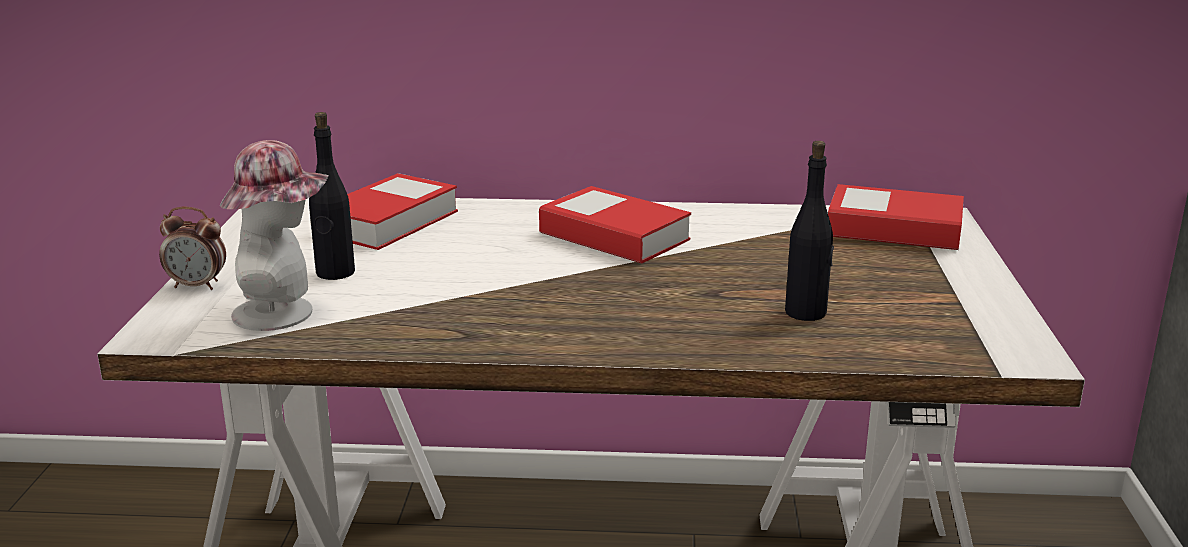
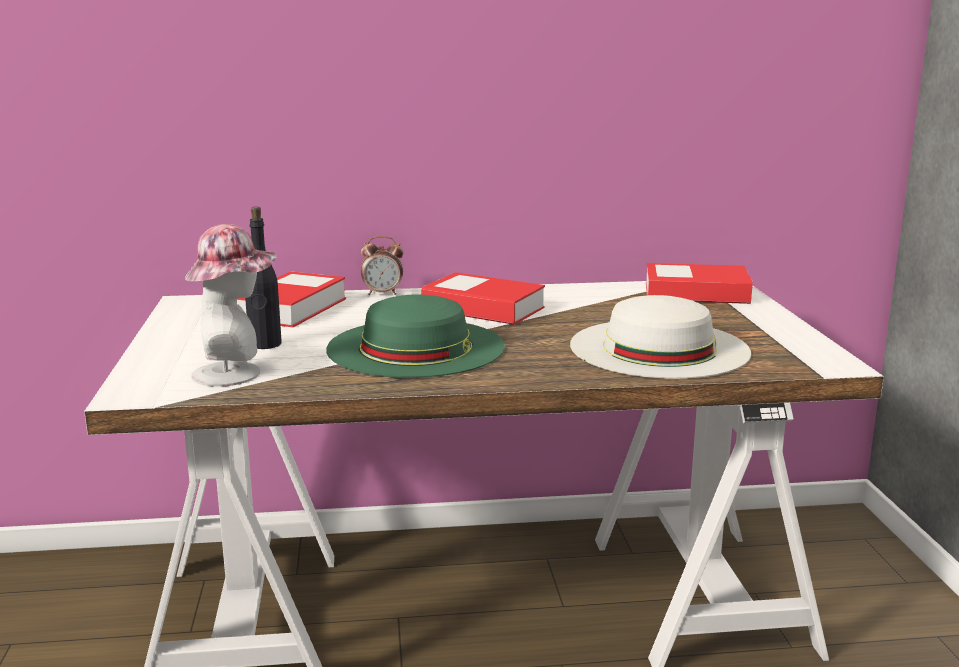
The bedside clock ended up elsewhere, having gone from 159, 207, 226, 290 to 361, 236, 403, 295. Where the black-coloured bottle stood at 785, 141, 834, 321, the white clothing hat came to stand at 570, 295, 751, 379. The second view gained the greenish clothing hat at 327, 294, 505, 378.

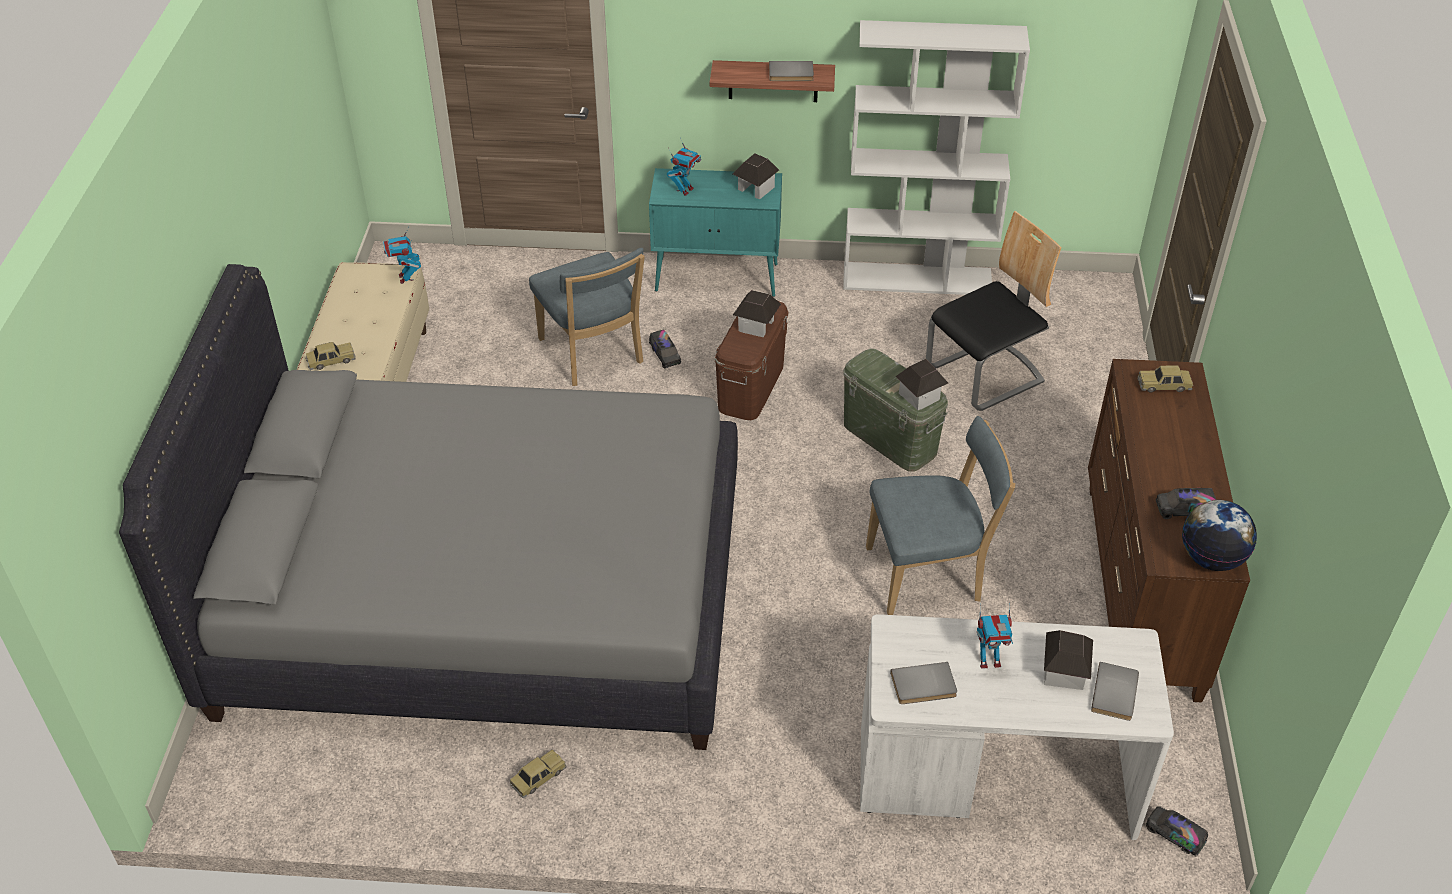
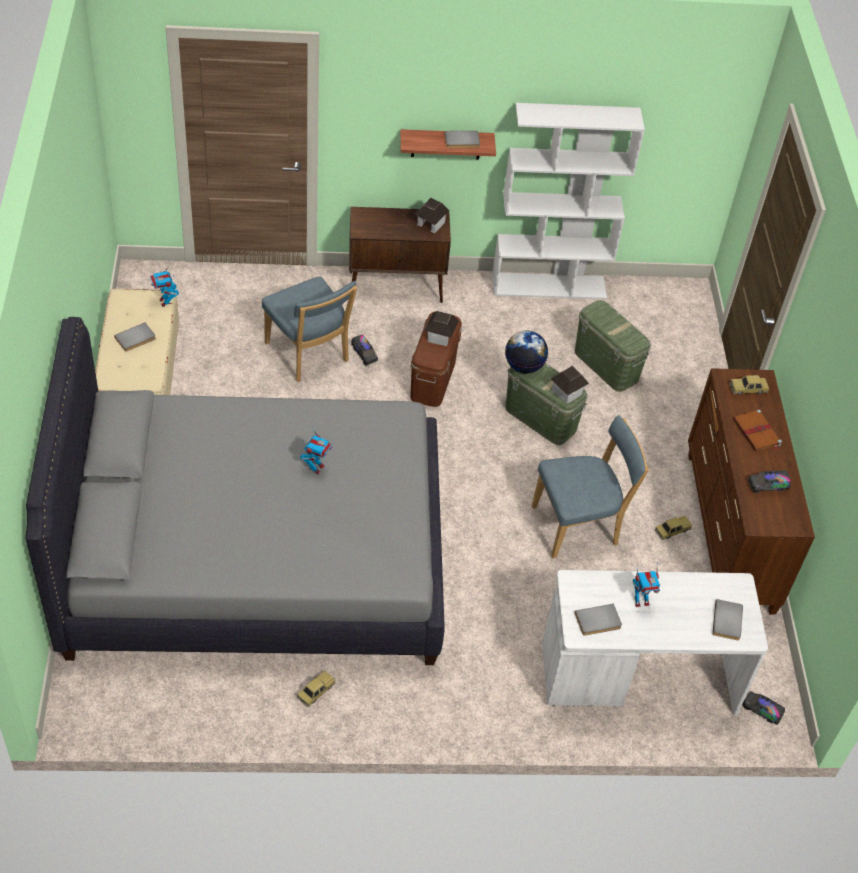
The miniature car ended up elsewhere, having gone from 305, 342, 356, 370 to 655, 516, 692, 540. What was the blue-green cabinet at 649, 168, 782, 297 turned into the brown-coloured cabinet at 349, 207, 451, 303. The robot figure ended up elsewhere, having gone from 667, 138, 701, 196 to 300, 427, 332, 475. Where the upright chair stood at 926, 211, 1062, 411, the greenish storage container came to stand at 575, 300, 651, 392. The second view lost the model house at 1044, 630, 1093, 690. The desk globe ended up elsewhere, having gone from 1182, 500, 1257, 571 to 505, 331, 548, 373. The second view gained the grey volume at 114, 322, 156, 352. The second view gained the brown-coloured volume at 733, 410, 782, 452.

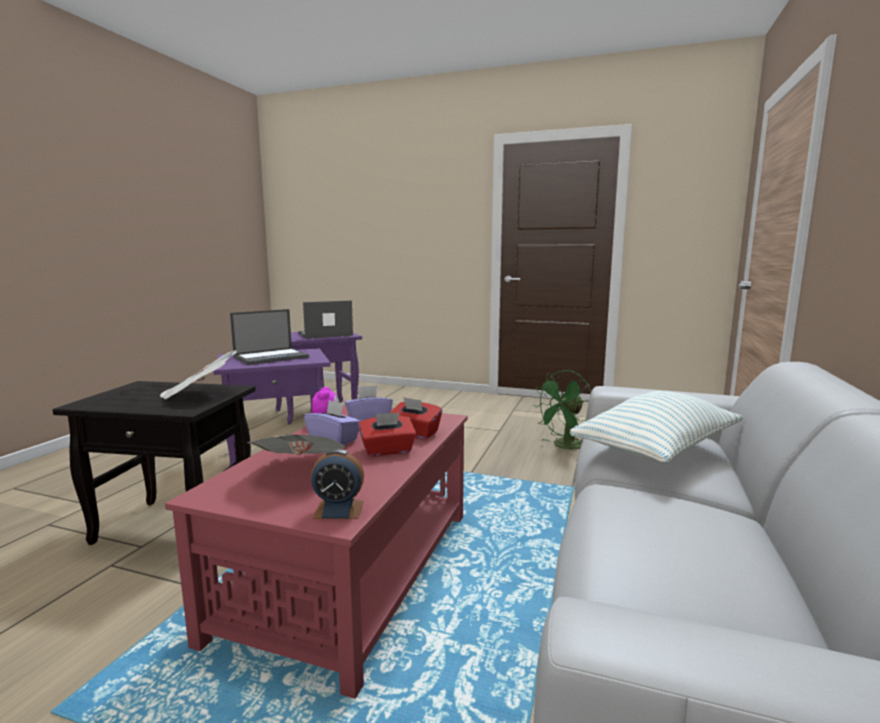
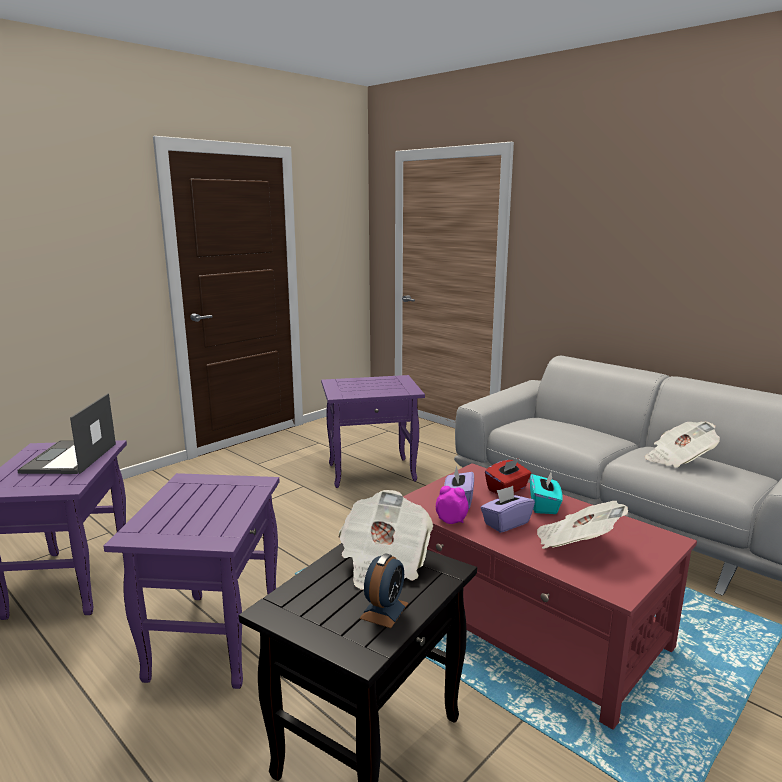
The second view lost the portable computer at 230, 309, 309, 365. The bedside clock ended up elsewhere, having gone from 311, 449, 364, 519 to 360, 553, 409, 628. What was the reddish tissue holder at 358, 412, 416, 457 turned into the blue-green tissue holder at 530, 473, 563, 514. Where the greenish fan stood at 533, 370, 591, 450, the purplish end table came to stand at 321, 375, 425, 488. The second view lost the throw pillow at 570, 391, 744, 463. The second view gained the printed paper at 645, 422, 720, 467.

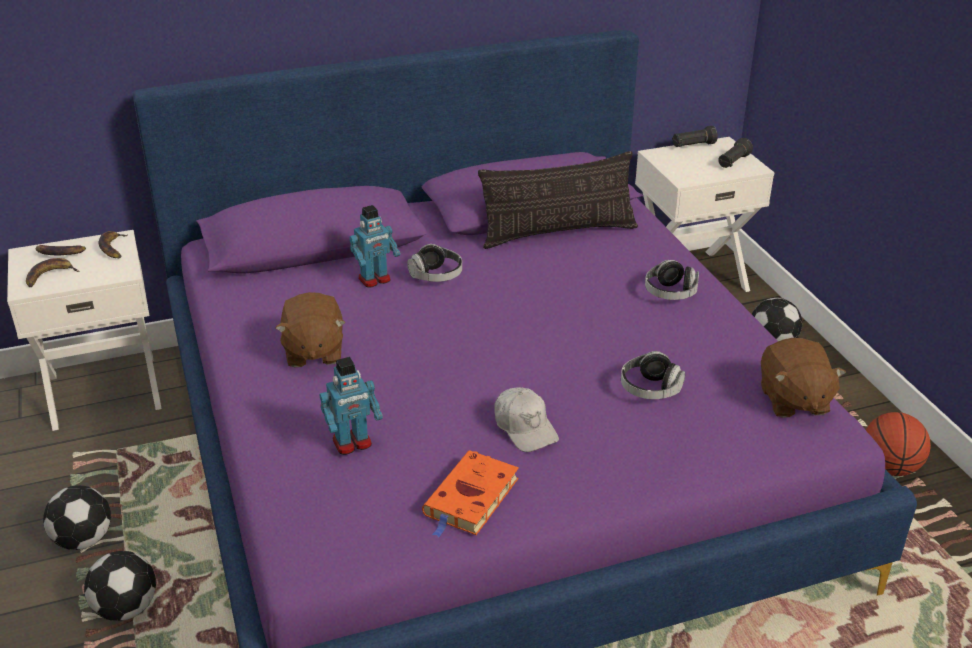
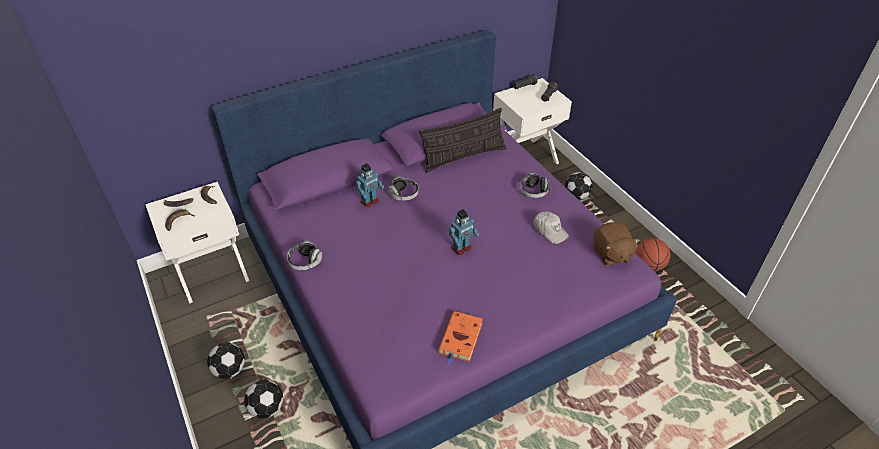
The second view lost the brown-coloured cuddly toy at 275, 292, 345, 367. The robot figure ended up elsewhere, having gone from 320, 357, 383, 455 to 449, 209, 480, 255. The white baseball cap ended up elsewhere, having gone from 495, 387, 559, 452 to 534, 212, 569, 244. The headset ended up elsewhere, having gone from 621, 351, 685, 399 to 287, 241, 322, 270.

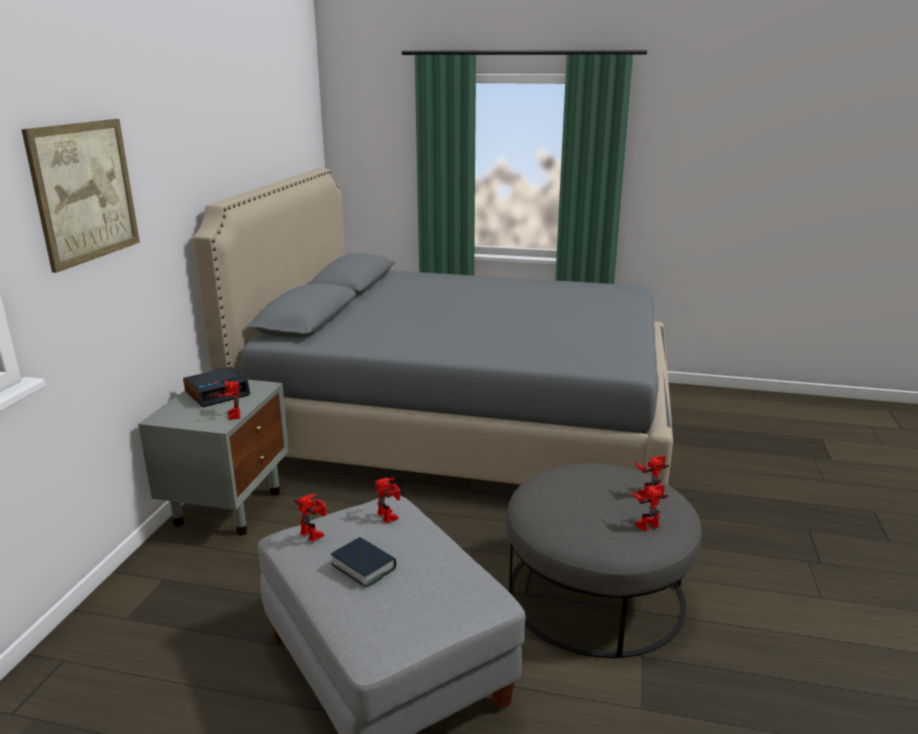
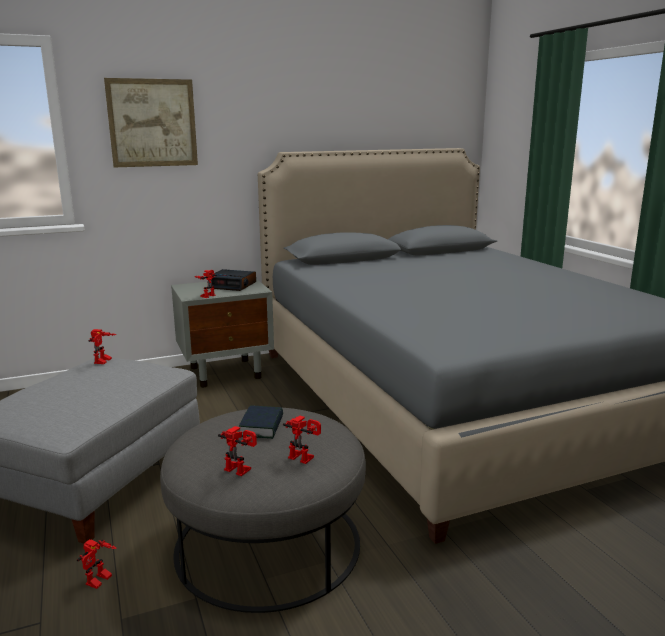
The volume ended up elsewhere, having gone from 331, 537, 396, 588 to 239, 405, 283, 439. The robot figure ended up elsewhere, having gone from 374, 477, 400, 523 to 77, 539, 117, 589.

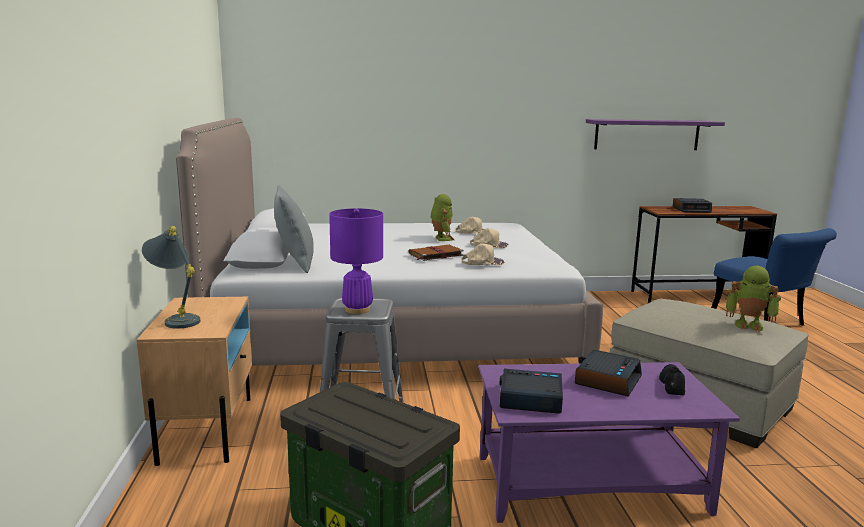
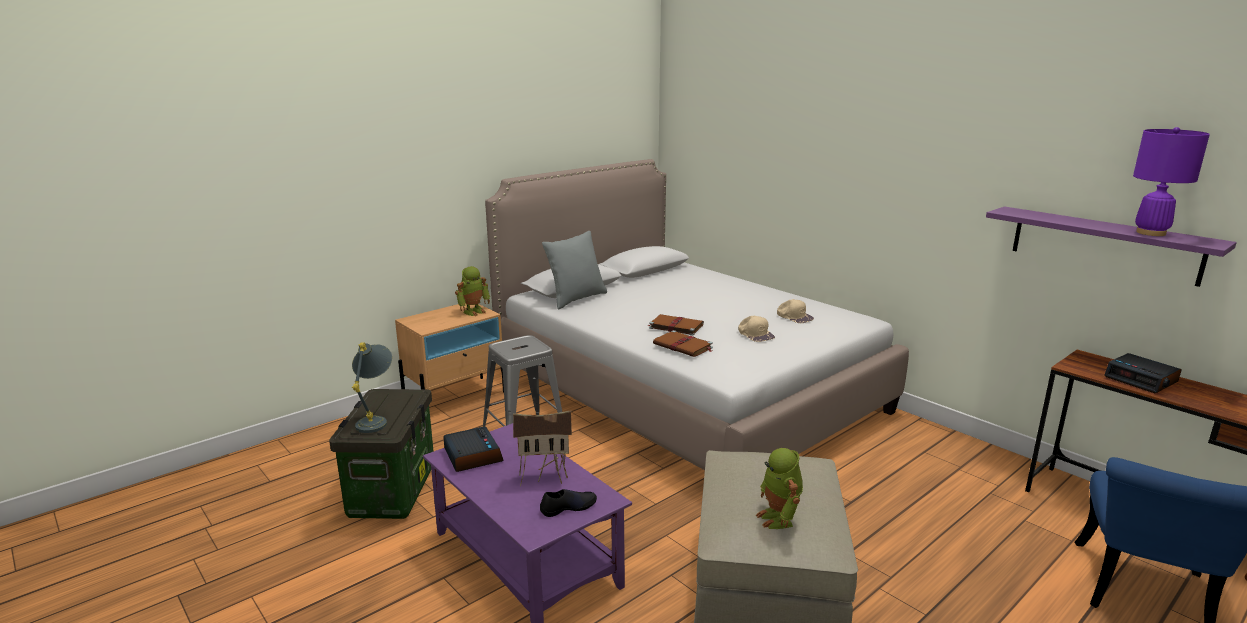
The grey tabletop lamp ended up elsewhere, having gone from 142, 226, 200, 329 to 352, 342, 392, 433. The purplish tabletop lamp ended up elsewhere, having gone from 329, 208, 383, 314 to 1133, 127, 1210, 236. The robot figure ended up elsewhere, having gone from 430, 194, 454, 241 to 455, 266, 490, 316. Where the sand-coloured baseball cap stood at 462, 243, 504, 265, the brown-coloured volume came to stand at 653, 330, 713, 357. Where the bedside clock stood at 575, 350, 642, 396, the model house came to stand at 513, 410, 572, 486.

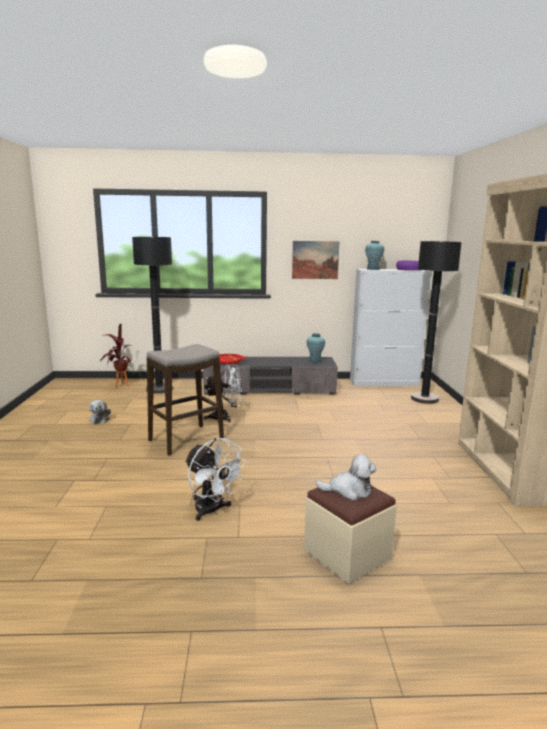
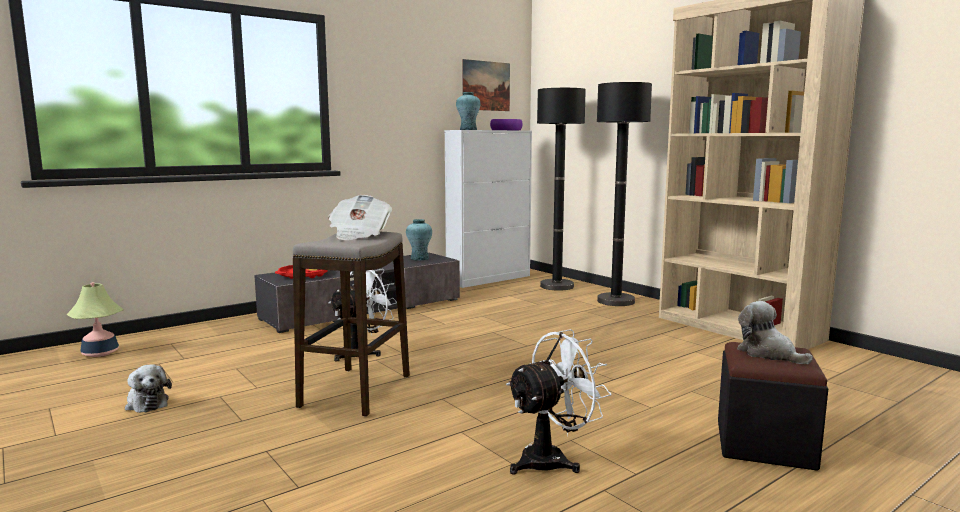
Where the houseplant stood at 99, 324, 133, 387, the tabletop lamp came to stand at 67, 283, 124, 357. The black-coloured standard lamp ended up elsewhere, having gone from 132, 237, 173, 394 to 597, 82, 652, 306. The white fan at 185, 438, 247, 521 ended up facing another way, 45 degrees counterclockwise from before. The wall picture ended up elsewhere, having gone from 292, 241, 340, 279 to 462, 59, 510, 111. What was the sand-coloured ottoman at 304, 486, 397, 584 turned into the black-coloured ottoman at 718, 342, 828, 471. The cuddly toy at 316, 454, 376, 500 ended up facing another way, 90 degrees counterclockwise from before. The second view gained the printed paper at 328, 195, 392, 240.

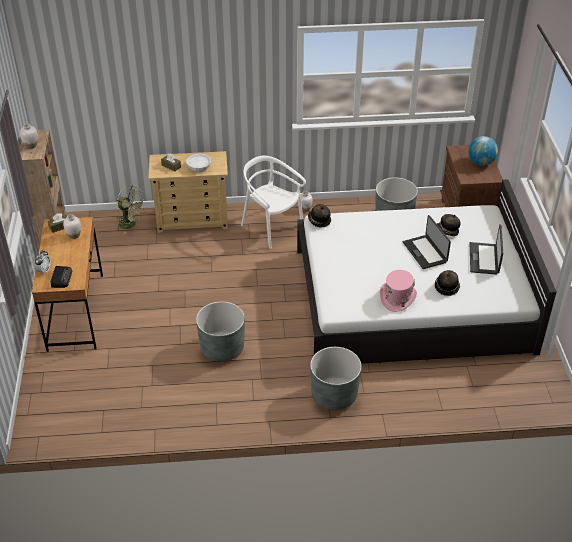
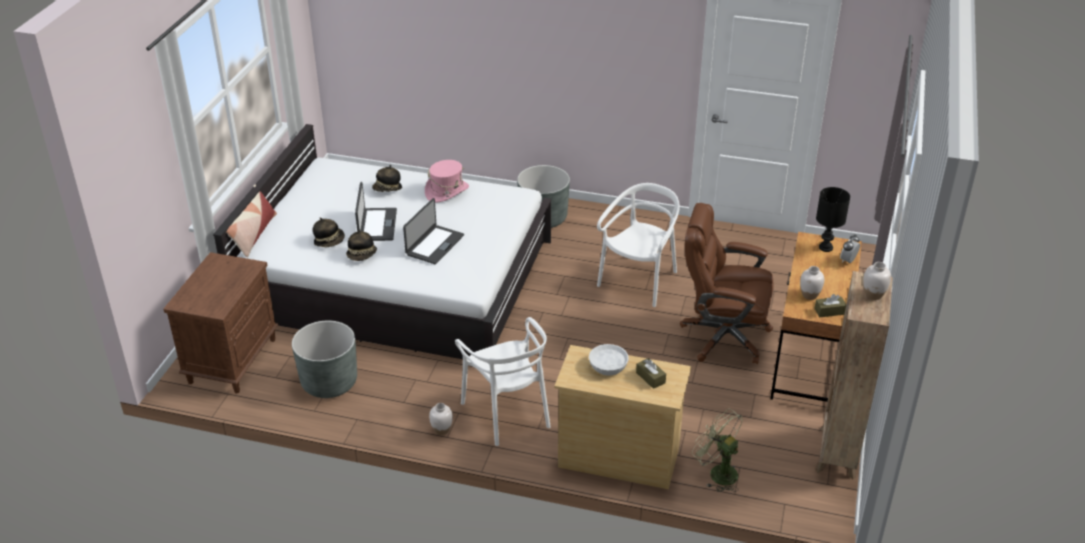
Where the radio receiver stood at 51, 266, 72, 288, the black-coloured tabletop lamp came to stand at 816, 187, 850, 252. Where the grey flower pot stood at 196, 301, 245, 362, the white upright chair came to stand at 597, 183, 680, 307. The clothing hat ended up elsewhere, having gone from 308, 204, 331, 228 to 346, 229, 377, 261. The second view lost the desk globe at 468, 136, 498, 166. The portable computer ended up elsewhere, having gone from 470, 224, 503, 275 to 403, 198, 464, 264. The second view gained the throw pillow at 226, 185, 277, 257. The second view gained the brown-coloured office chair at 680, 203, 774, 364.

